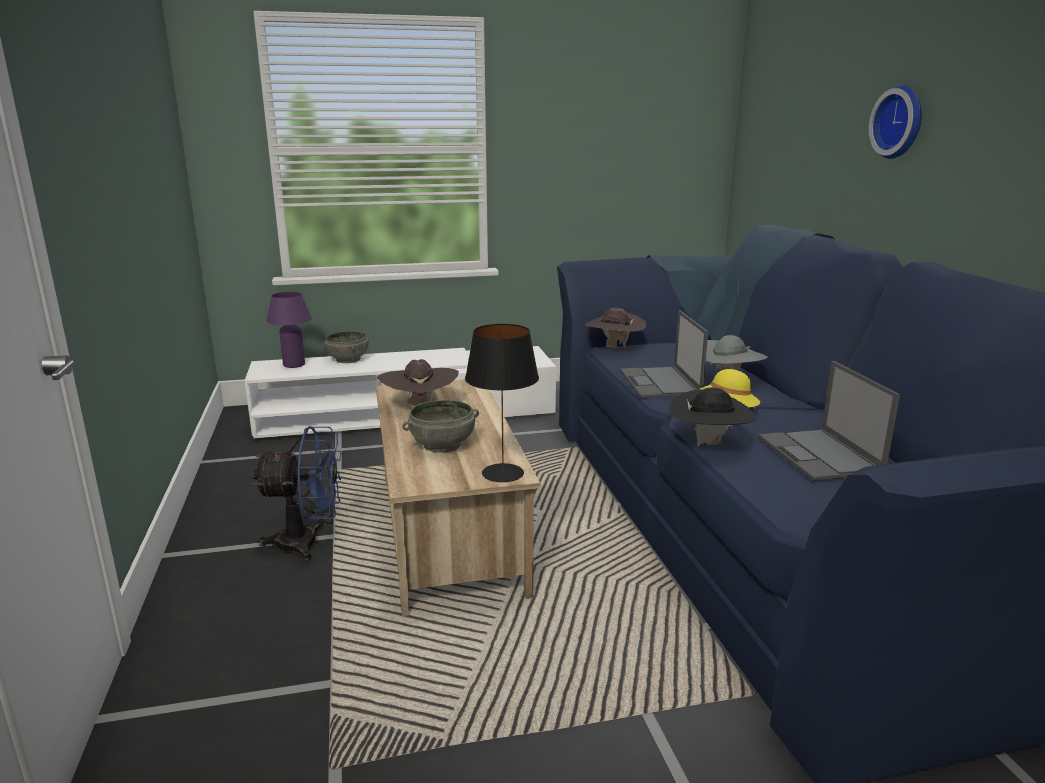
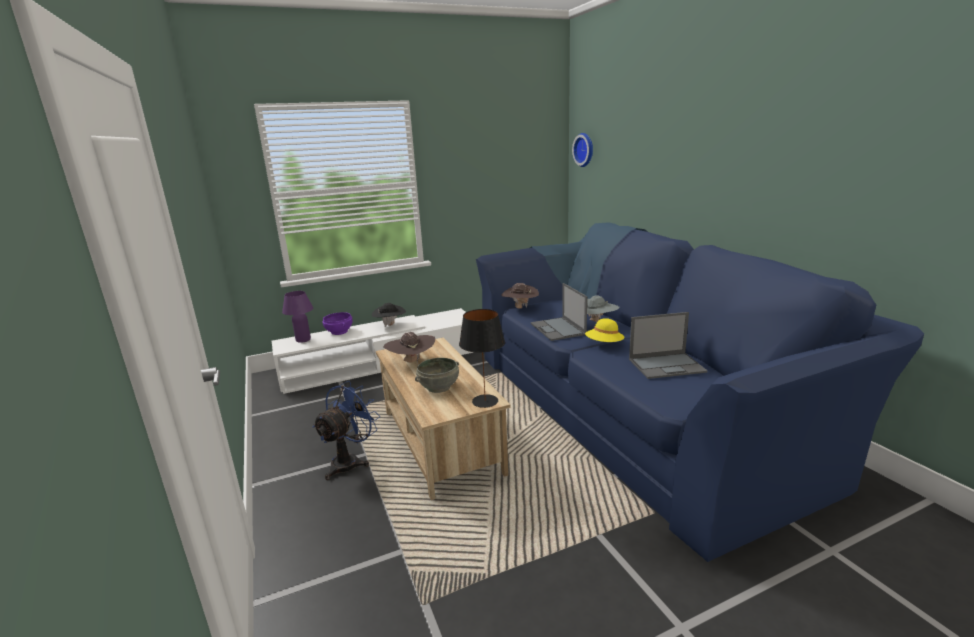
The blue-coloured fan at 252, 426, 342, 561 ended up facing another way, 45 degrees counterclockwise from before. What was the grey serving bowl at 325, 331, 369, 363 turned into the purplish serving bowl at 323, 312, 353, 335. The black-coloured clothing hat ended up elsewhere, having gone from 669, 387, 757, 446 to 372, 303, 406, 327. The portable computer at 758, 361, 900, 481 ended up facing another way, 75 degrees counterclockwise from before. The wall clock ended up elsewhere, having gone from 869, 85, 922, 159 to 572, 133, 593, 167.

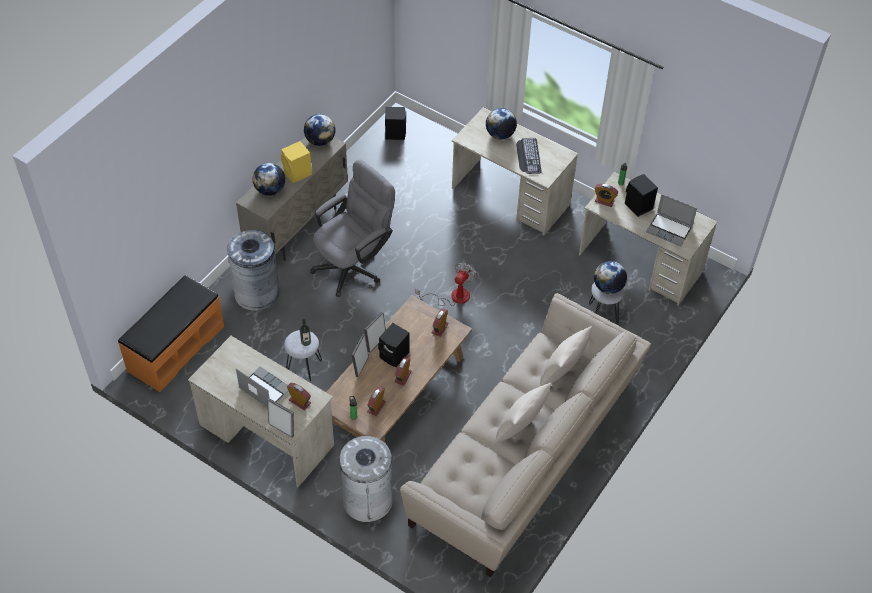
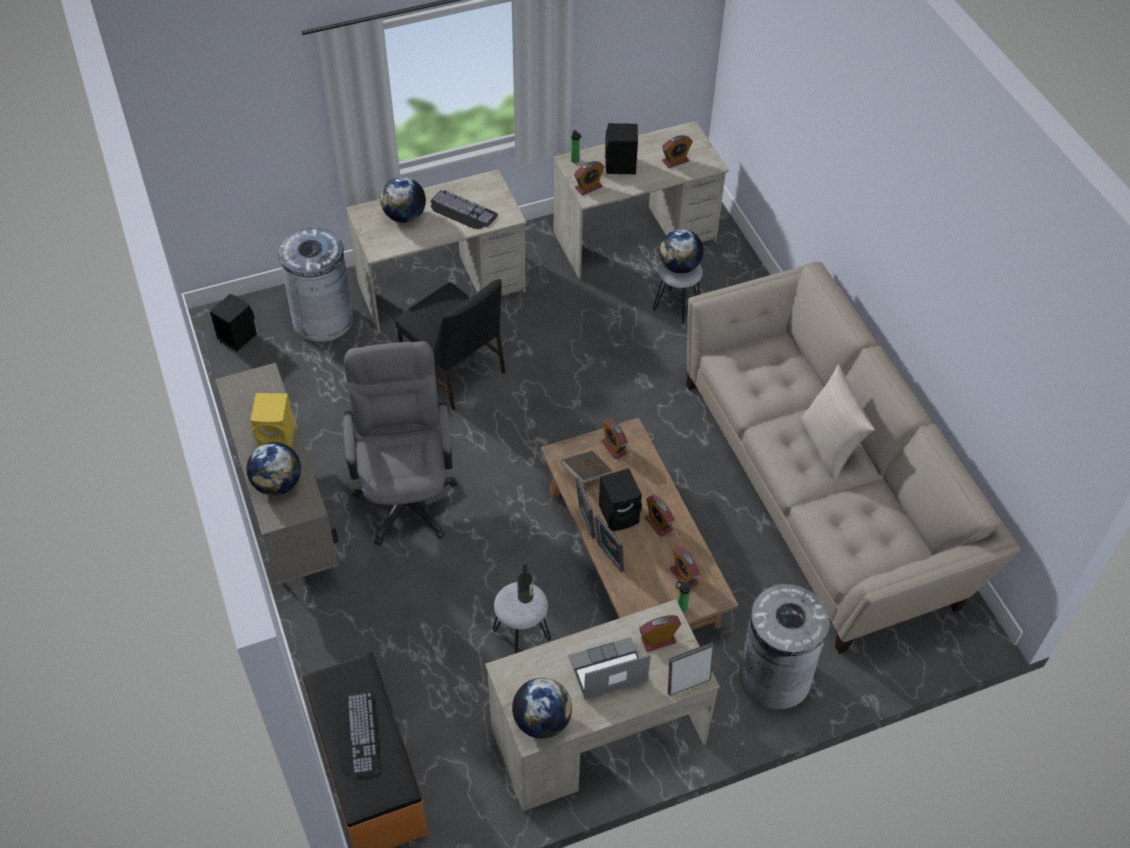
The grey waste bin ended up elsewhere, having gone from 227, 230, 279, 311 to 278, 228, 353, 342. The desk globe ended up elsewhere, having gone from 304, 114, 335, 146 to 512, 678, 572, 739. The second view lost the fan at 416, 263, 476, 306. The second view lost the sand-coloured throw pillow at 539, 326, 592, 387. Where the portable computer stood at 646, 194, 697, 246, the bedside clock came to stand at 662, 135, 693, 168. The second view gained the keyboard at 336, 692, 380, 778. The second view gained the black-coloured upright chair at 395, 279, 505, 410. The second view gained the brown-coloured volume at 561, 451, 613, 484.

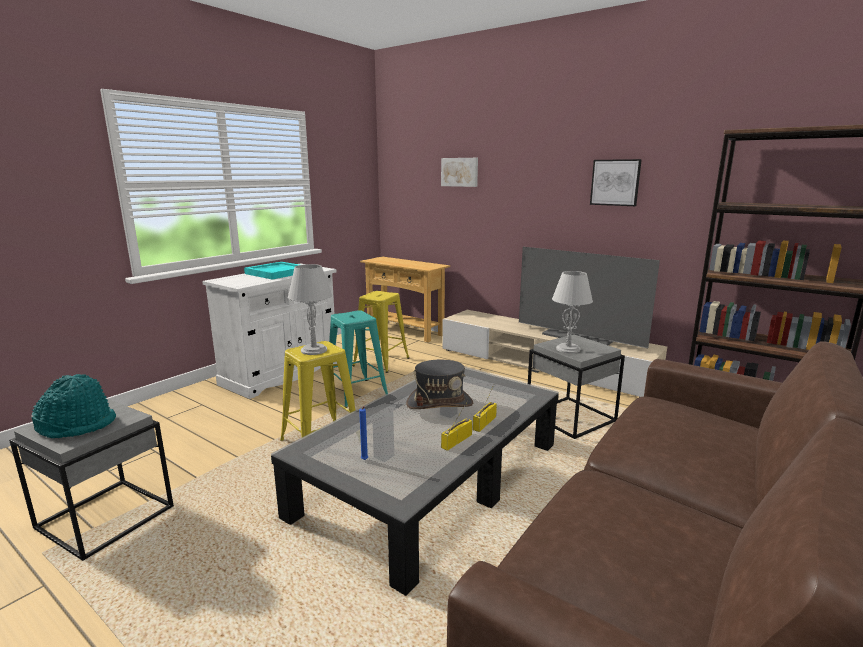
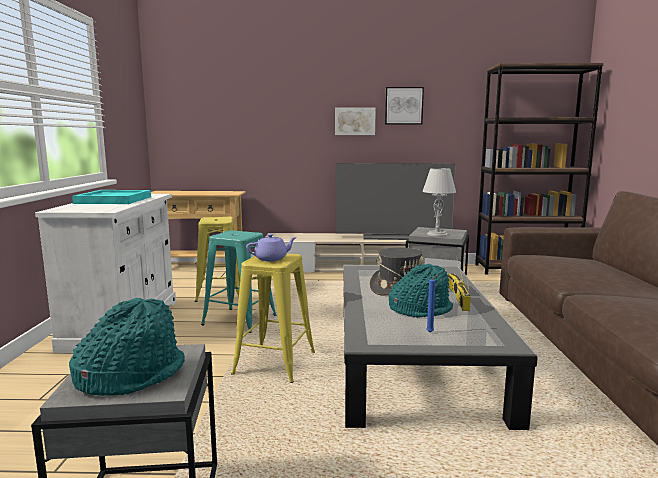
Where the grey tabletop lamp stood at 288, 264, 332, 355, the purplish teapot came to stand at 246, 234, 297, 261. The wall picture ended up elsewhere, having gone from 441, 158, 478, 187 to 335, 107, 376, 135. The second view gained the blue-green clothing hat at 389, 264, 453, 318.

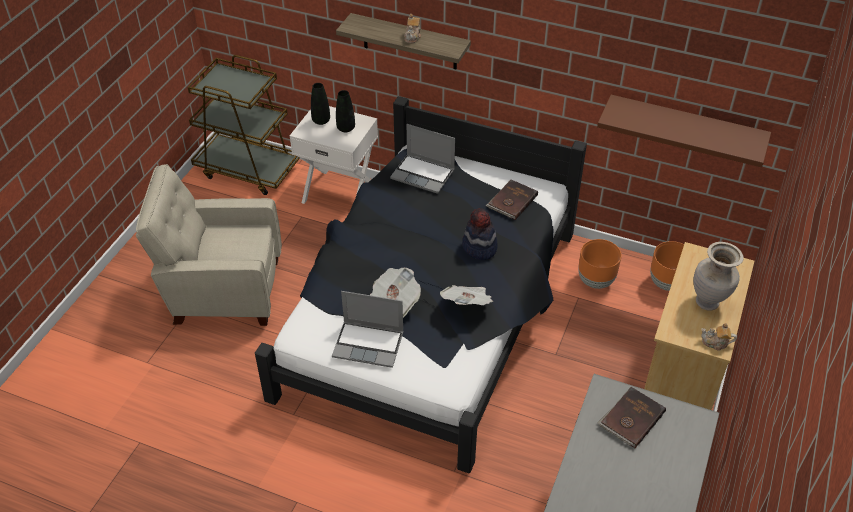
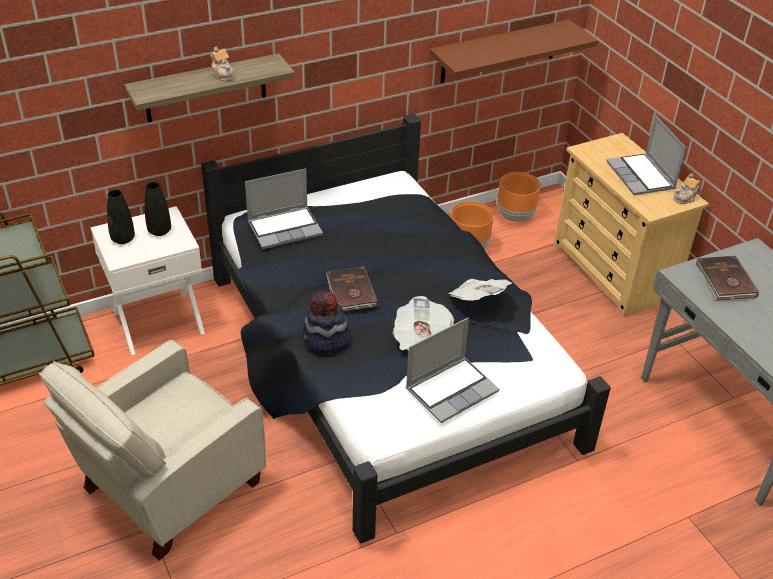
The clothing hat ended up elsewhere, having gone from 462, 208, 498, 260 to 302, 290, 351, 353. The brown-coloured volume ended up elsewhere, having gone from 486, 180, 538, 220 to 326, 266, 378, 312. Where the sand-coloured decorative vase stood at 693, 242, 744, 311, the portable computer came to stand at 606, 115, 686, 195.

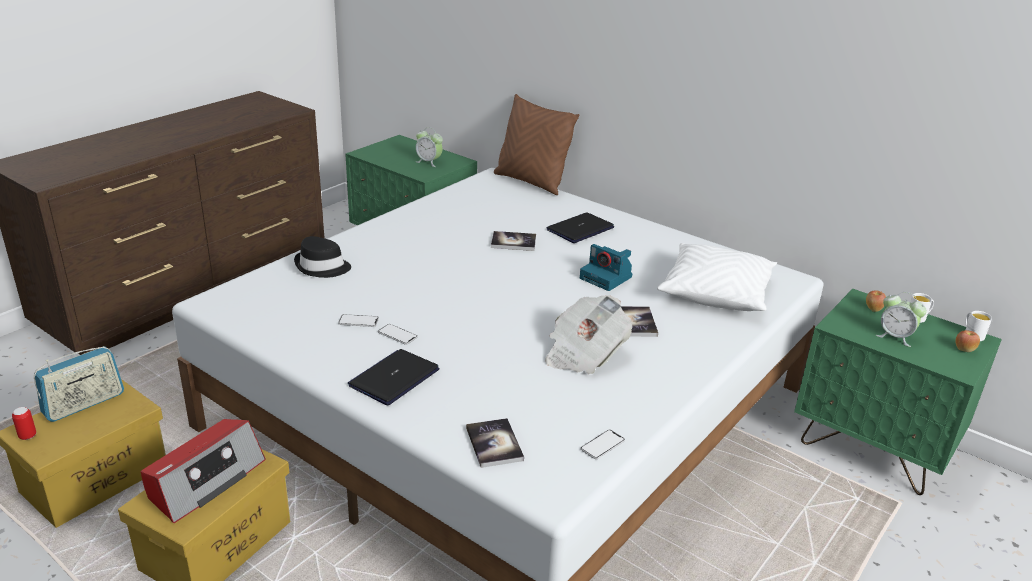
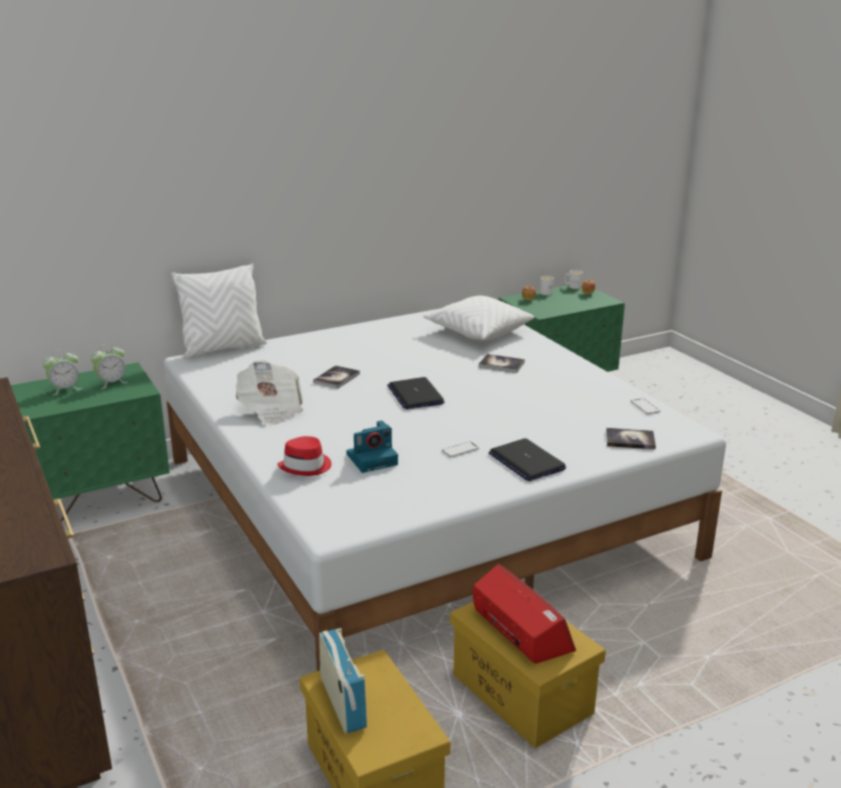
The second view lost the can at 12, 407, 36, 440. What was the black-coloured clothing hat at 294, 236, 351, 278 turned into the reddish clothing hat at 277, 436, 332, 476. The second view lost the telephone at 338, 314, 379, 327. What was the brown-coloured throw pillow at 494, 94, 579, 195 turned into the white throw pillow at 171, 263, 267, 359. The printed paper ended up elsewhere, having gone from 545, 295, 632, 374 to 236, 360, 303, 426. The portable computer ended up elsewhere, having gone from 546, 212, 614, 243 to 387, 377, 445, 409. The photo camera ended up elsewhere, having gone from 580, 244, 632, 291 to 347, 420, 398, 473. The bedside clock ended up elsewhere, having gone from 876, 292, 927, 347 to 42, 349, 81, 395.

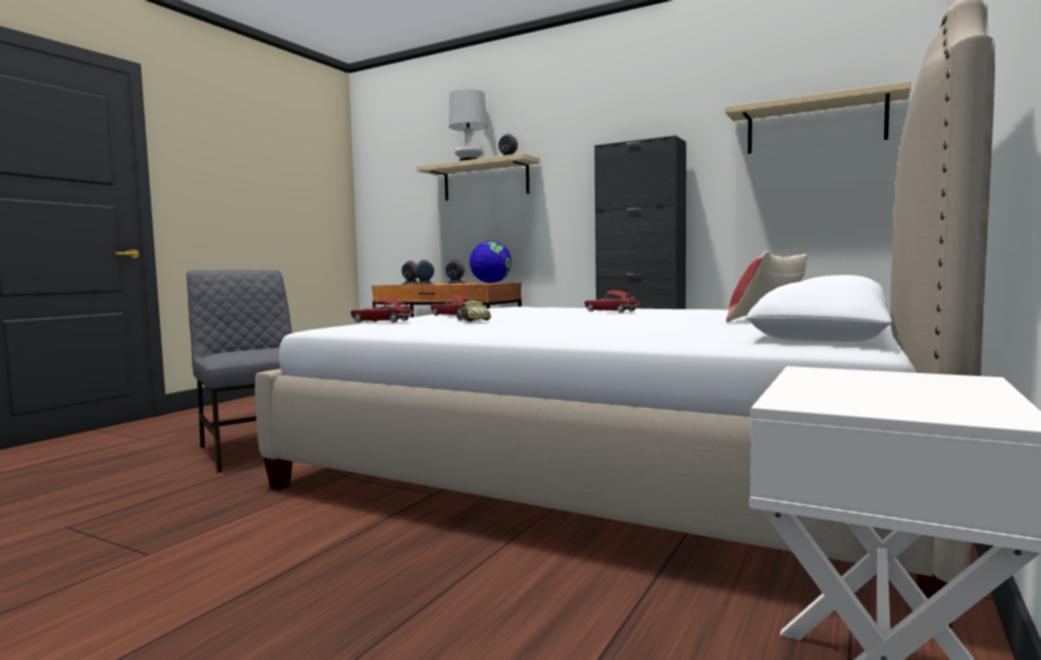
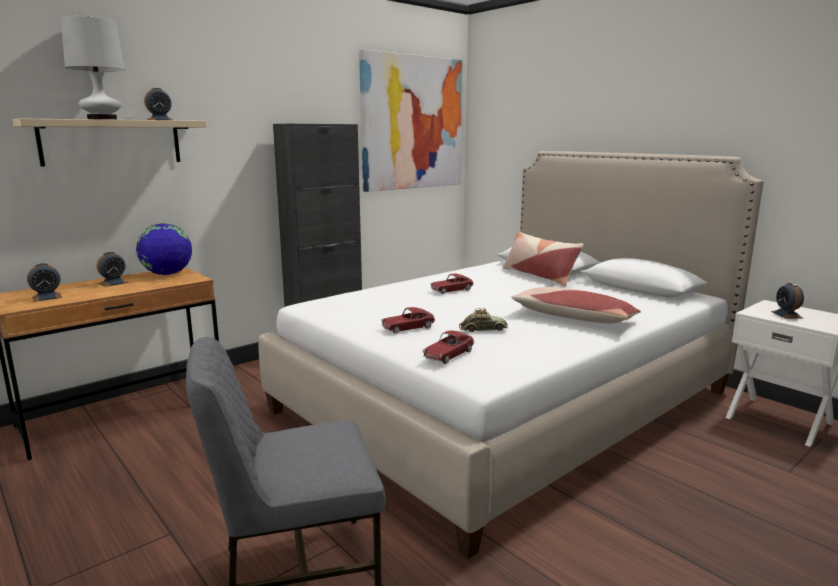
The bedside clock ended up elsewhere, having gone from 414, 260, 434, 285 to 771, 283, 804, 319. Where the sand-coloured shelf hung at 725, 81, 911, 154, the wall picture came to hang at 359, 49, 462, 192. The second view gained the throw pillow at 511, 287, 641, 323.

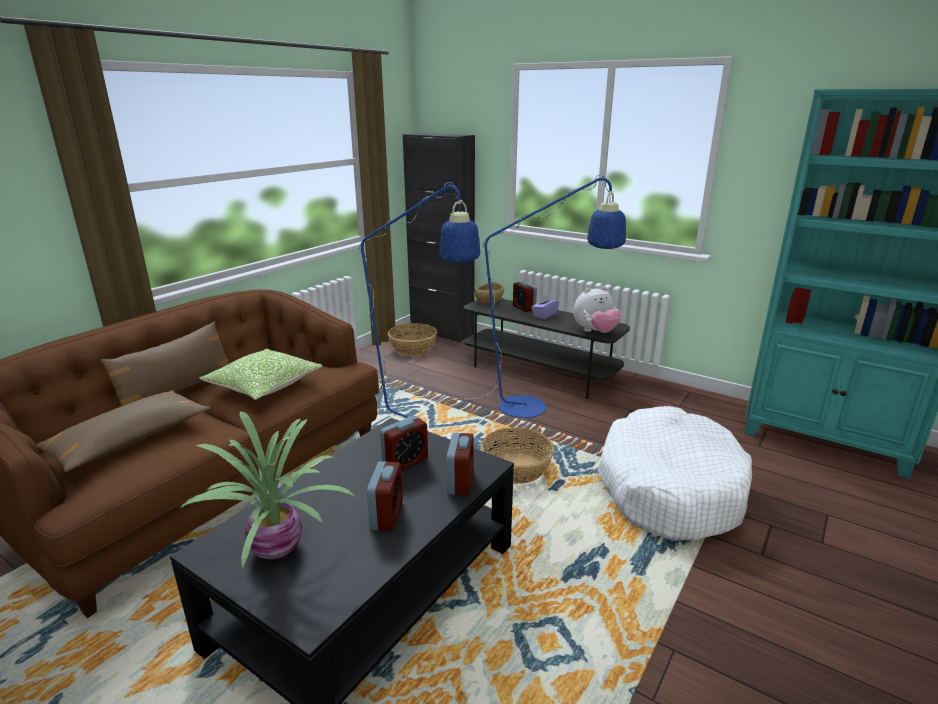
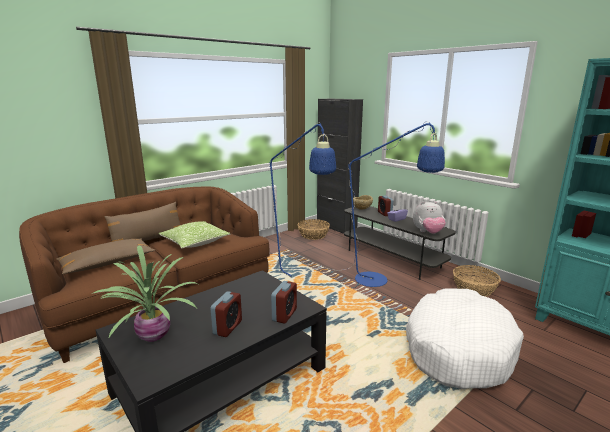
The second view lost the bedside clock at 380, 416, 428, 471. The household basket ended up elsewhere, having gone from 481, 427, 554, 484 to 453, 265, 501, 297.

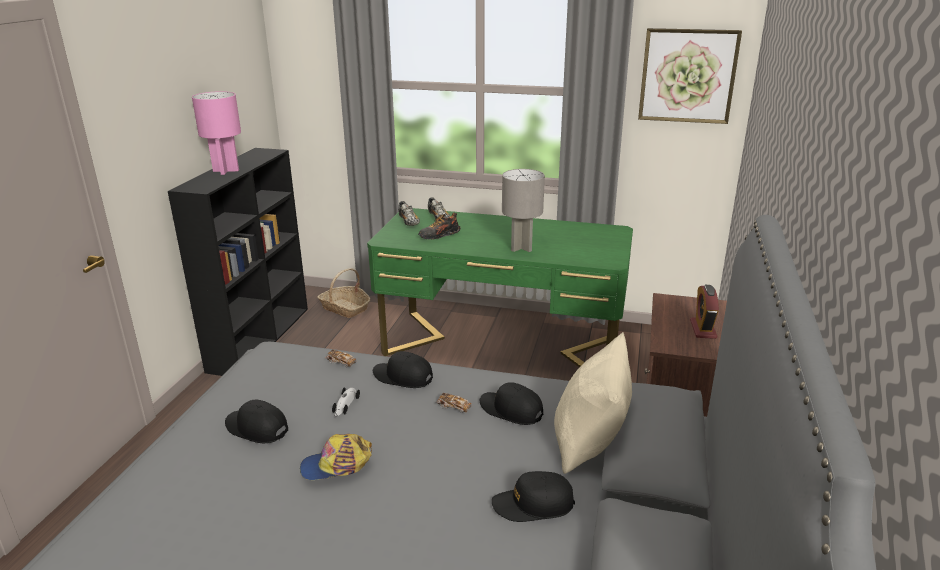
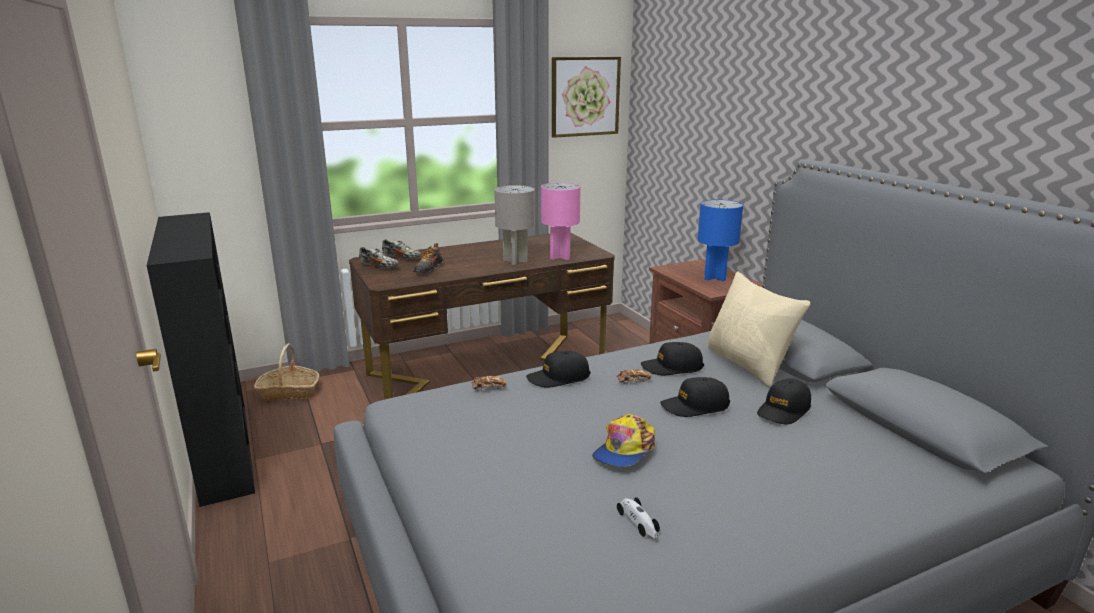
The pink-coloured tabletop lamp ended up elsewhere, having gone from 192, 91, 241, 175 to 541, 183, 581, 260. The black-coloured baseball cap ended up elsewhere, having gone from 225, 400, 288, 443 to 660, 377, 730, 417. The miniature car ended up elsewhere, having gone from 332, 387, 360, 417 to 617, 497, 660, 539. What was the greenish desk at 367, 208, 633, 367 turned into the brown-coloured desk at 349, 233, 615, 400. Where the bedside clock stood at 690, 285, 719, 339, the blue-coloured tabletop lamp came to stand at 698, 199, 743, 281.

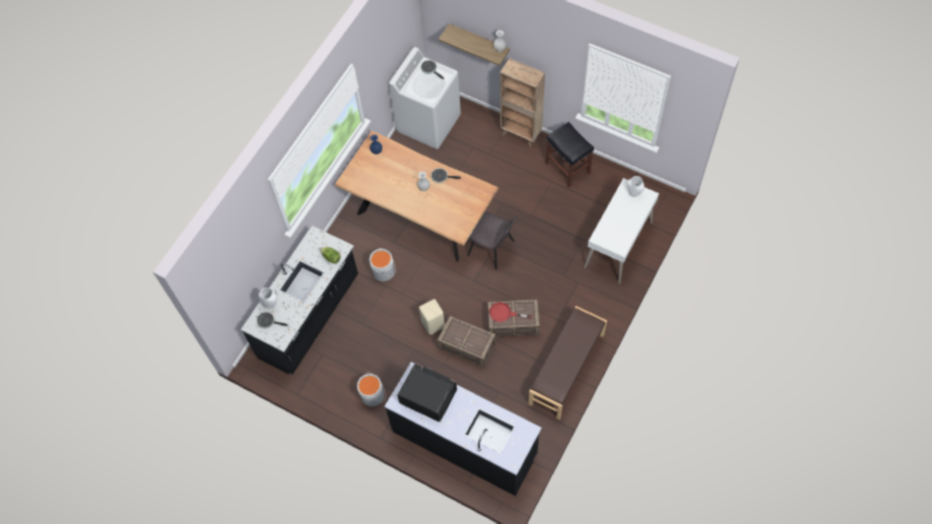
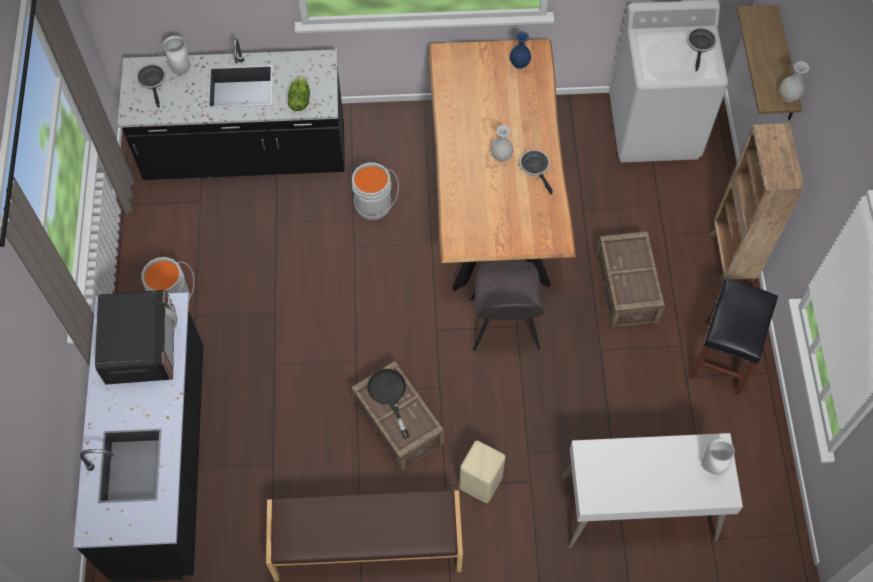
The sand-coloured sitting stool ended up elsewhere, having gone from 419, 299, 445, 335 to 459, 441, 505, 503. The crate ended up elsewhere, having gone from 437, 316, 496, 368 to 595, 231, 665, 328. What was the reddish pan at 489, 302, 532, 322 turned into the black-coloured pan at 367, 369, 410, 439.

